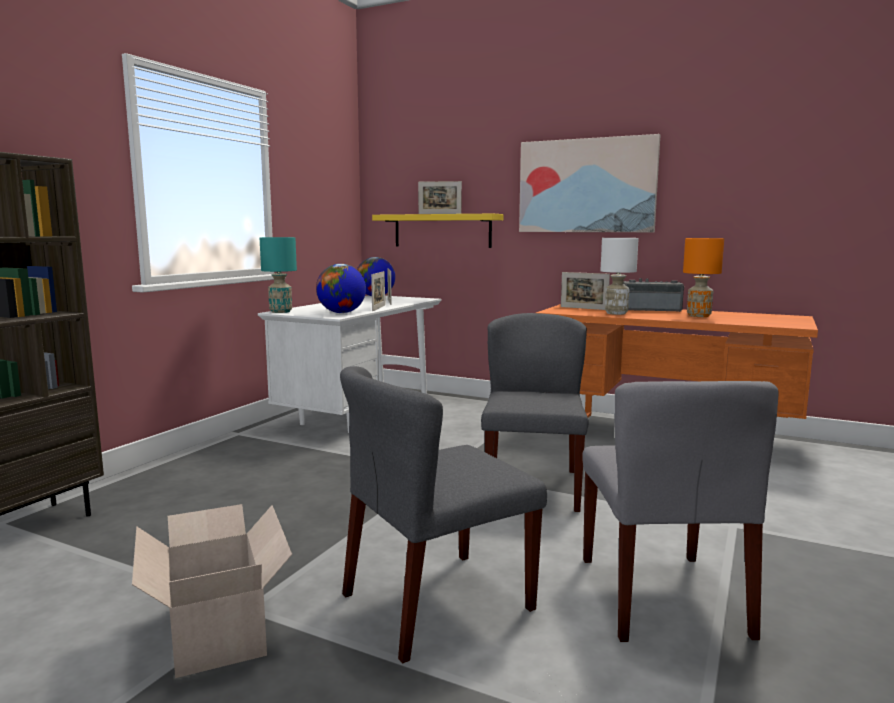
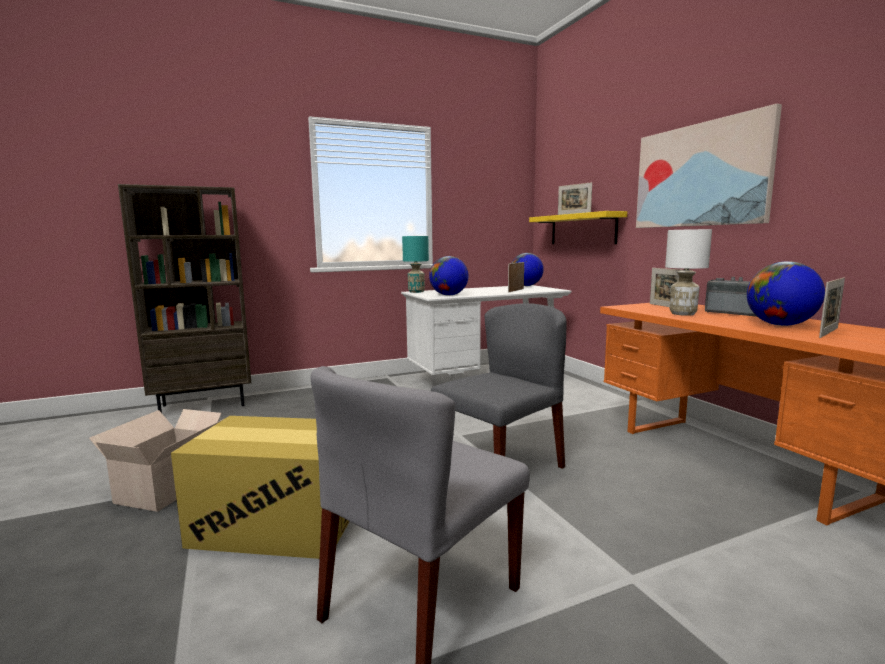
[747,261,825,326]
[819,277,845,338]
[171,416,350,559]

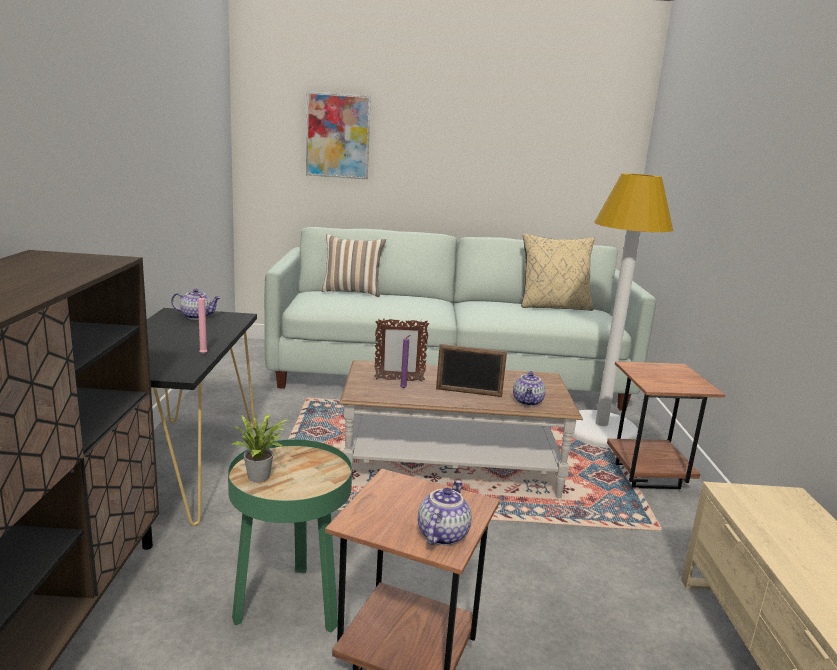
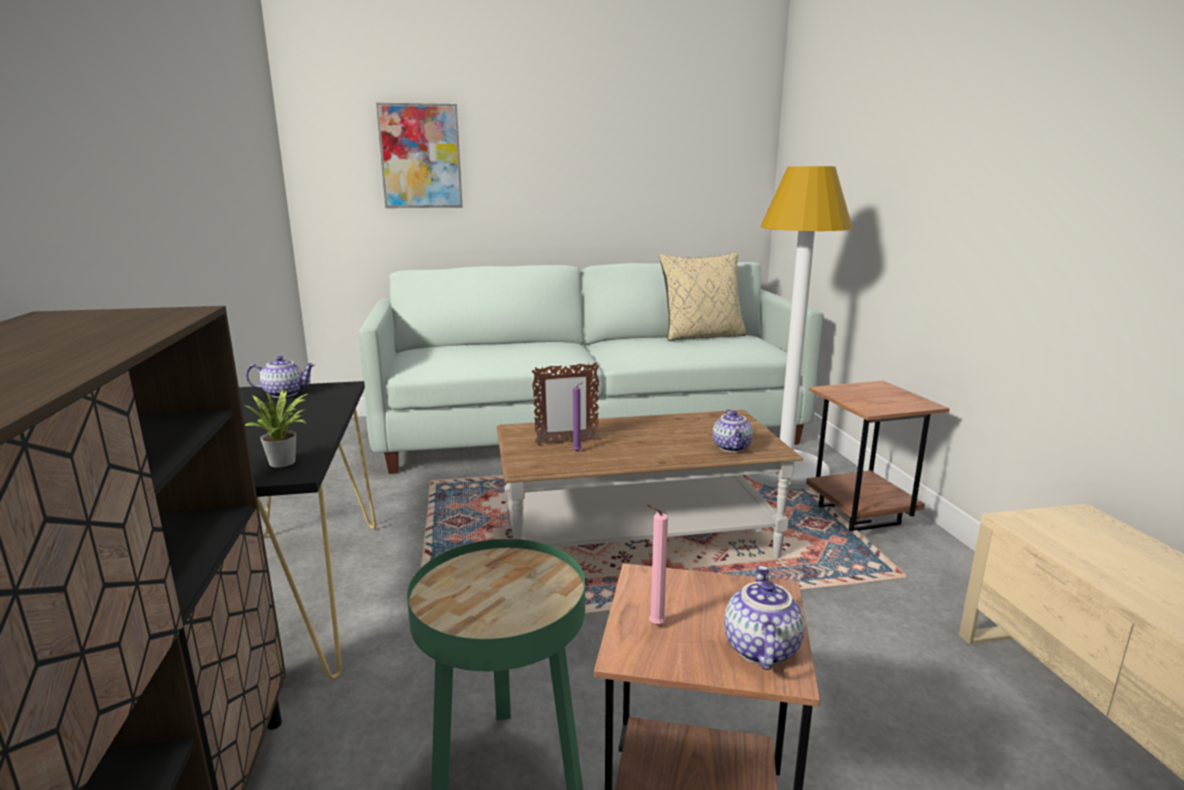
[322,234,386,297] (first image)
[647,505,668,625]
[436,344,507,397] (first image)
[245,390,309,468]

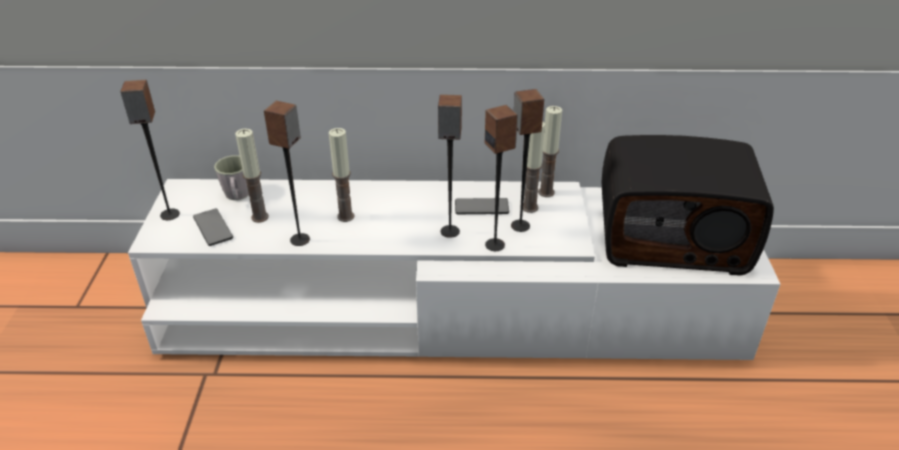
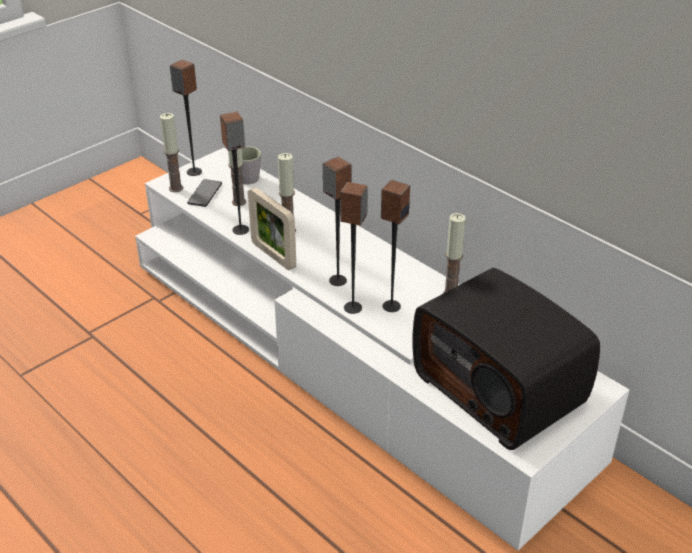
[160,113,183,192]
[455,198,509,214] (first image)
[248,187,296,270]

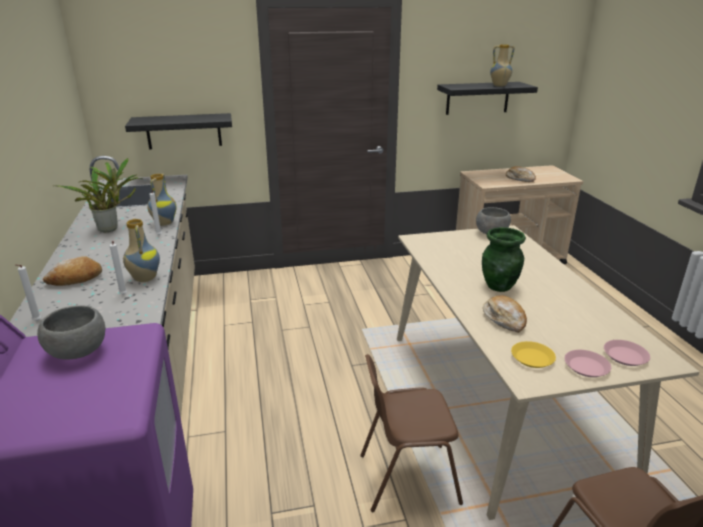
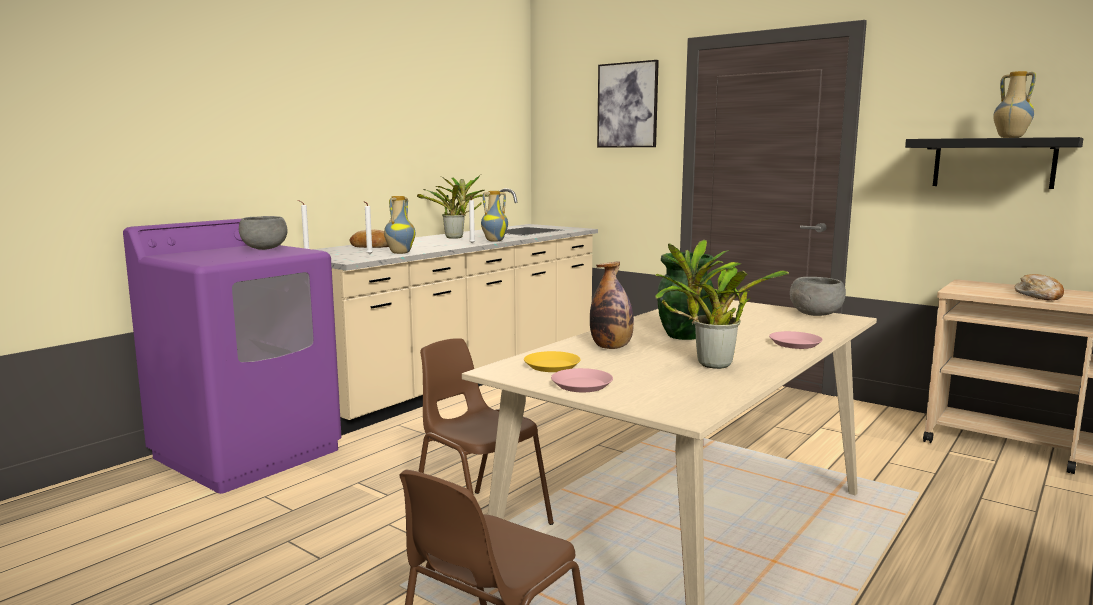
[125,113,232,149] (first image)
[590,261,634,349]
[769,331,823,349]
[597,60,659,148]
[655,240,789,369]

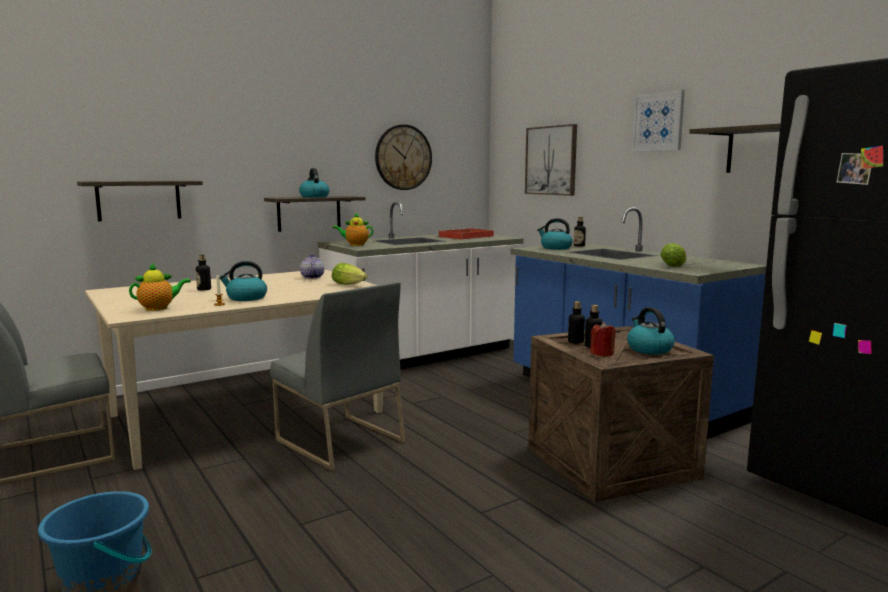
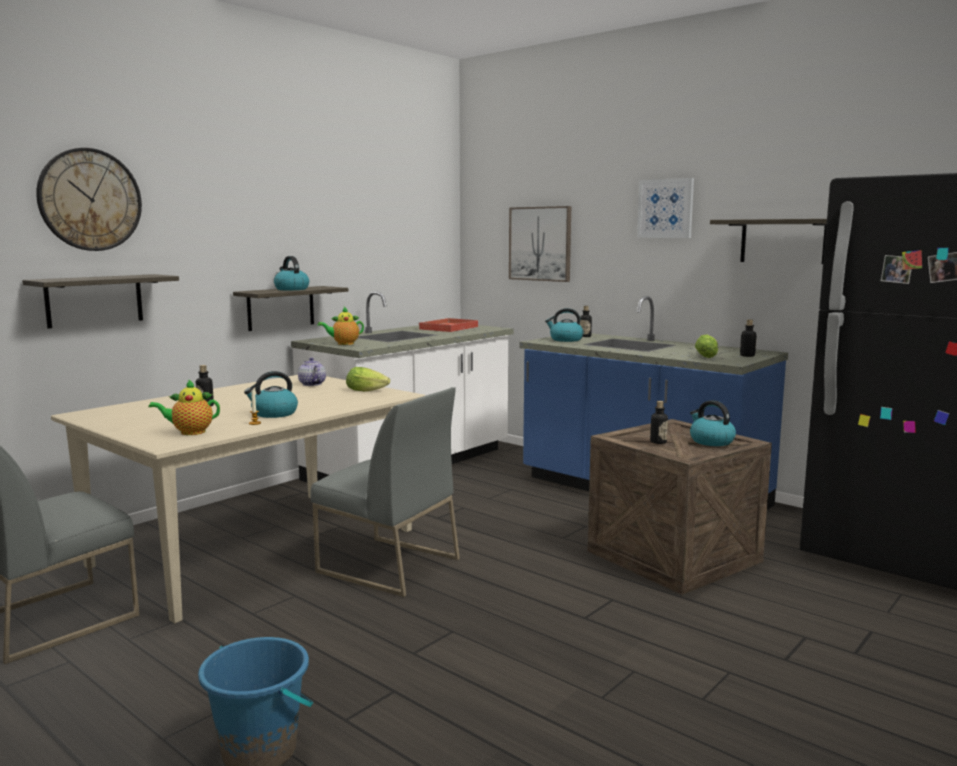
[36,148,142,251]
[149,379,220,435]
[740,319,757,357]
[590,322,616,357] (first image)

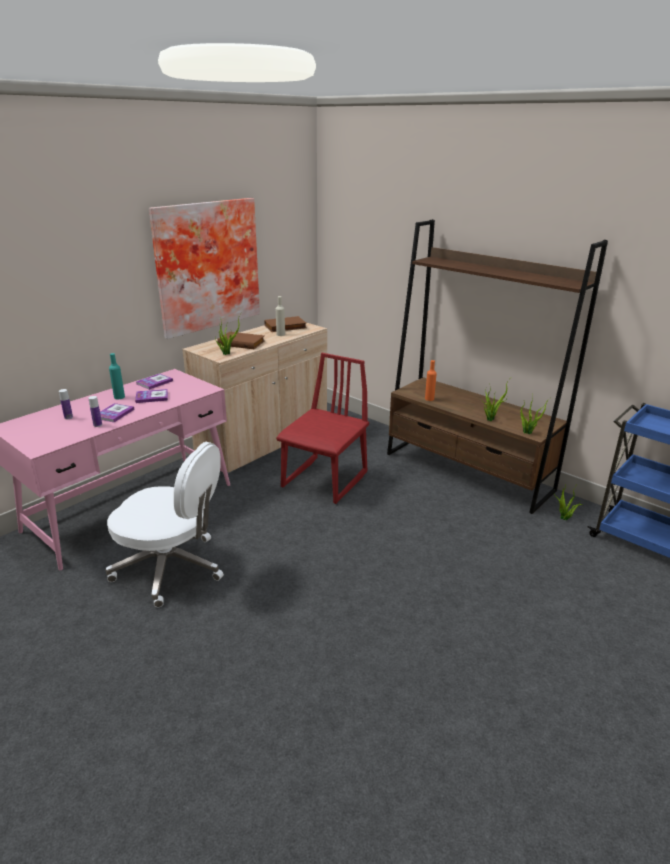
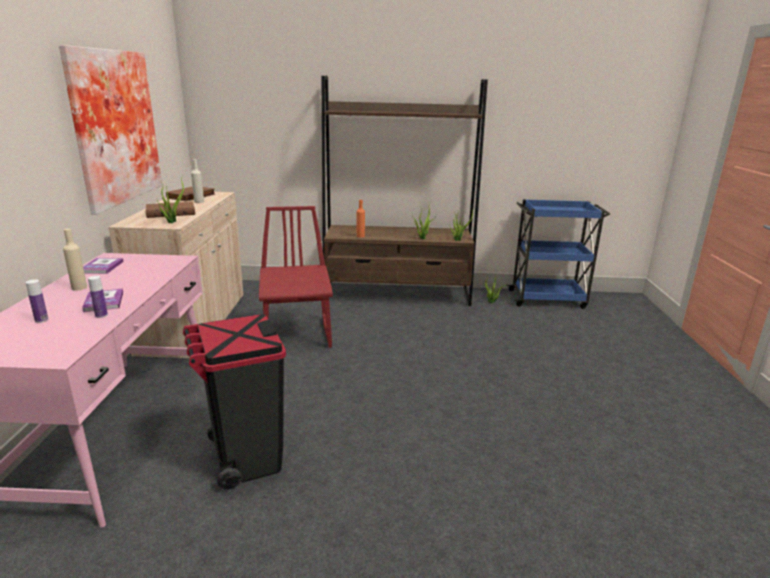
[63,229,87,291]
[135,389,168,403] (first image)
[183,314,286,490]

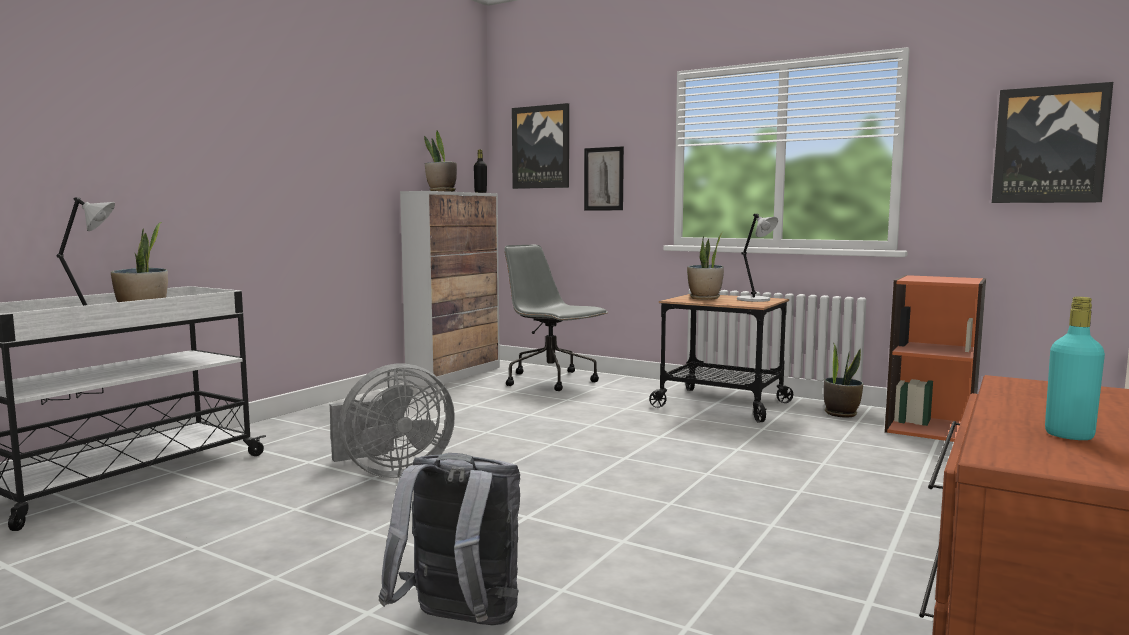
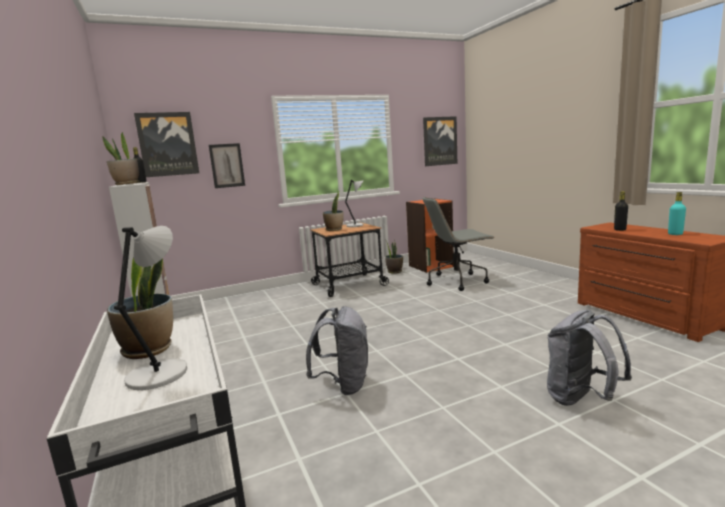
[423,197,495,291]
[306,306,368,395]
[614,191,628,231]

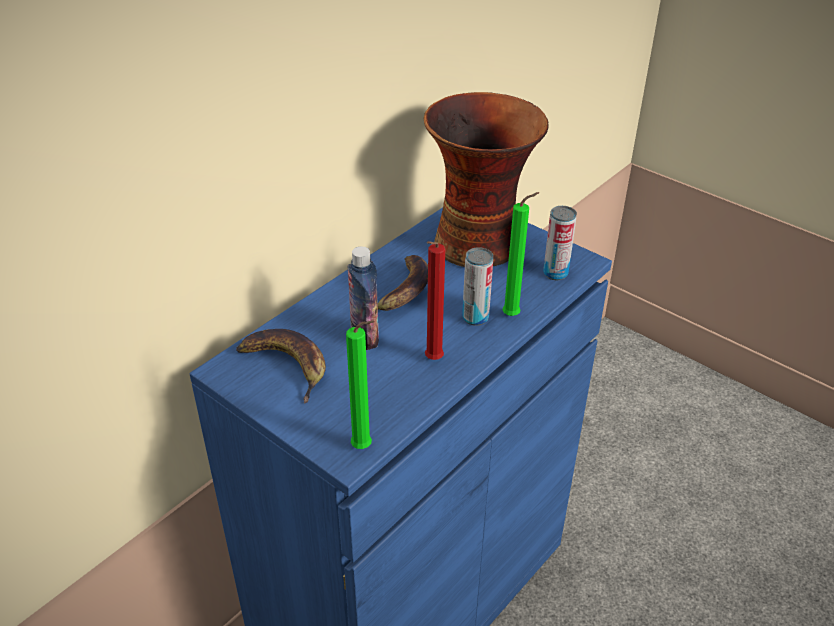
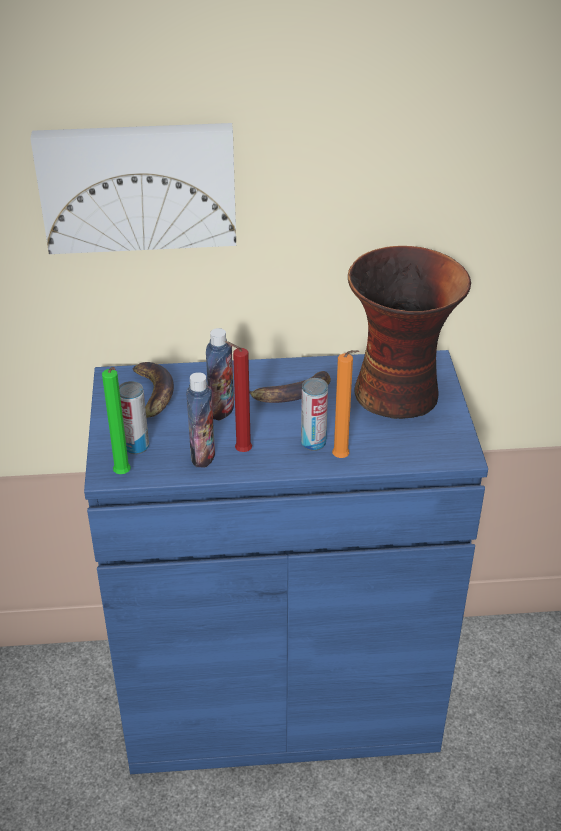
[332,350,359,458]
[119,381,149,454]
[30,123,236,254]
[186,372,215,468]

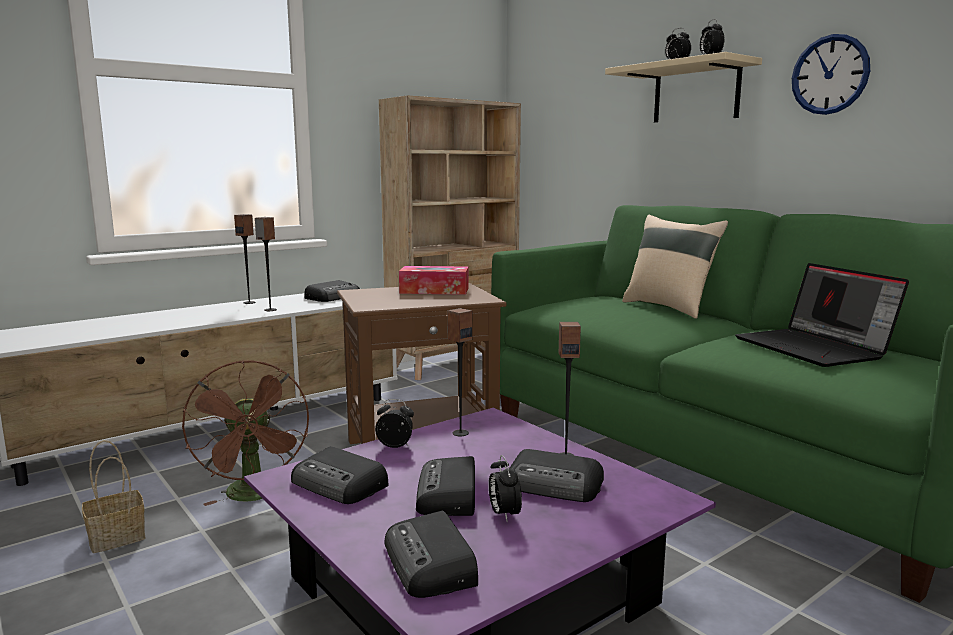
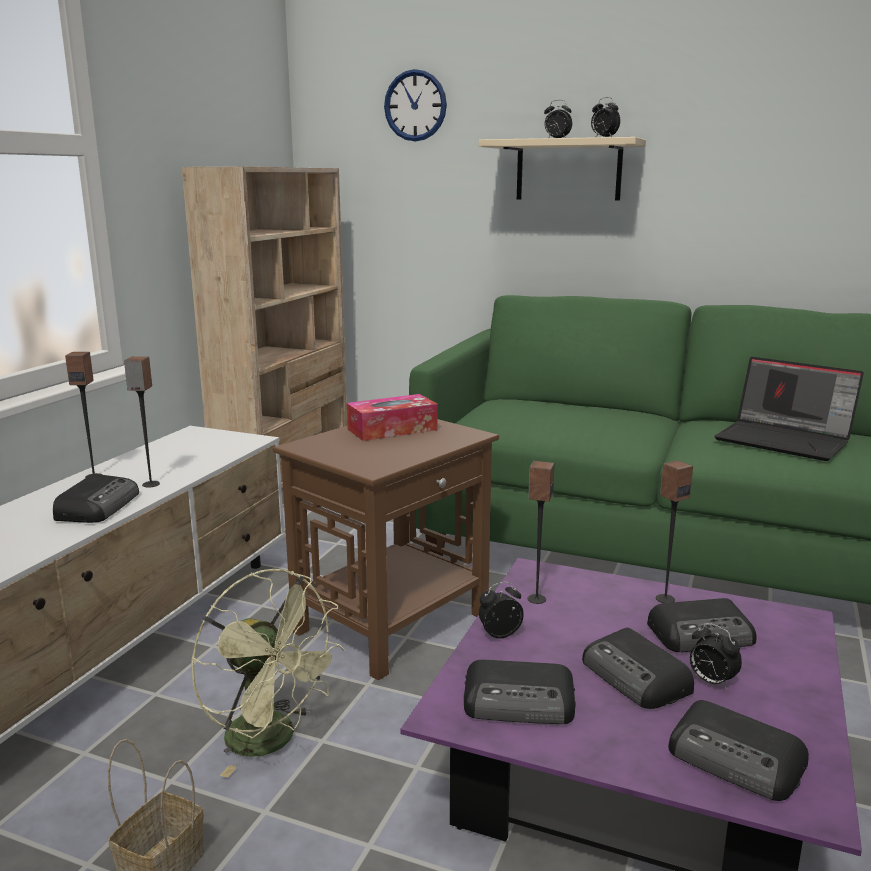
[384,69,447,141]
[622,215,728,319] (first image)
[53,474,139,523]
[191,569,345,778]

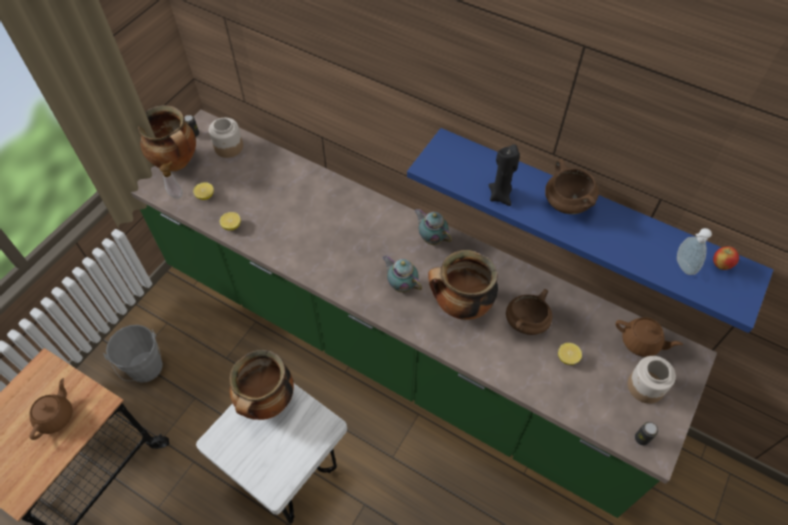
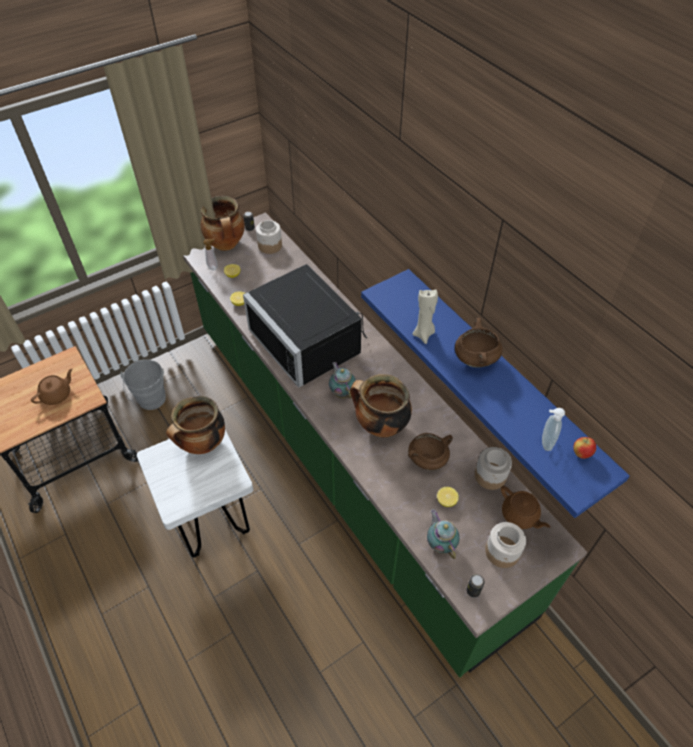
[412,289,438,344]
[427,509,460,559]
[243,264,367,388]
[475,447,512,490]

